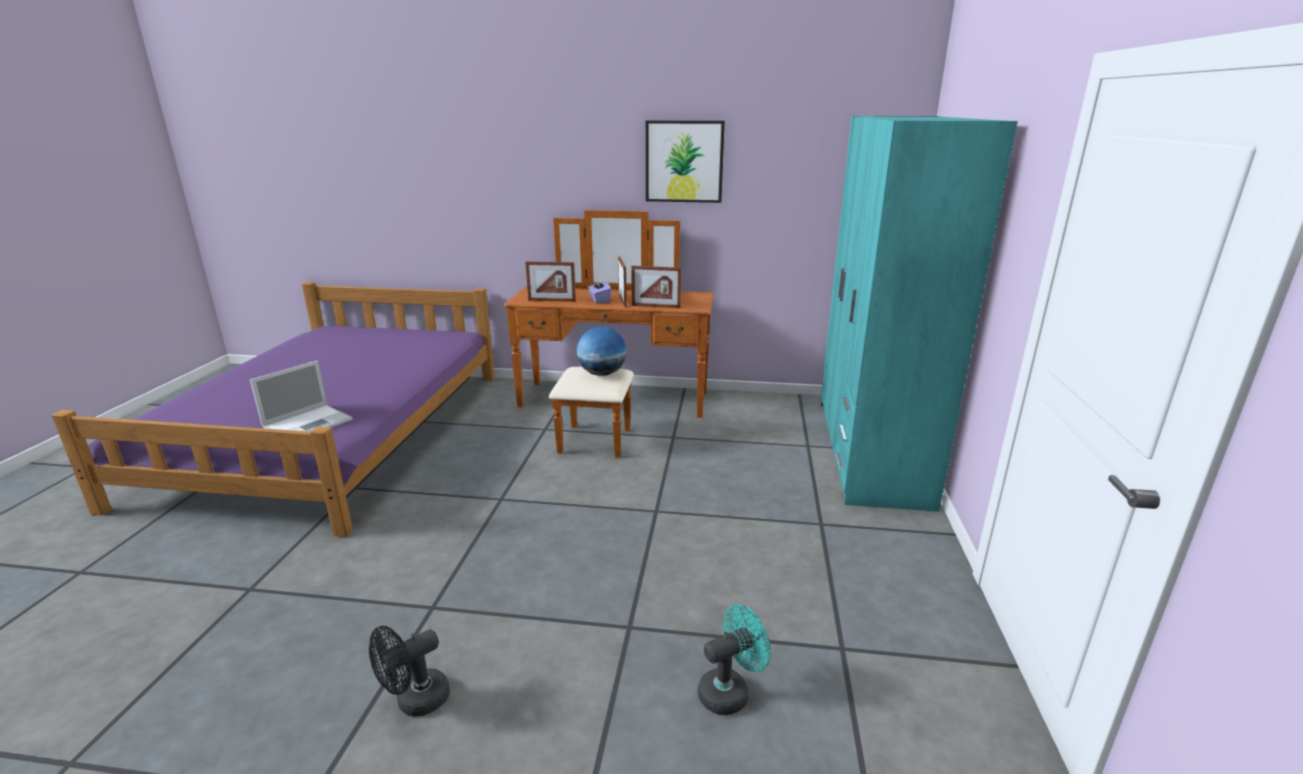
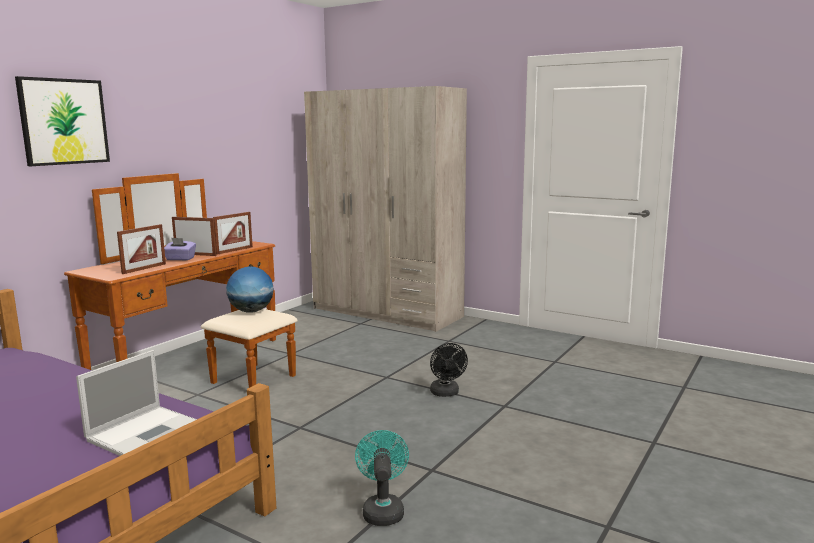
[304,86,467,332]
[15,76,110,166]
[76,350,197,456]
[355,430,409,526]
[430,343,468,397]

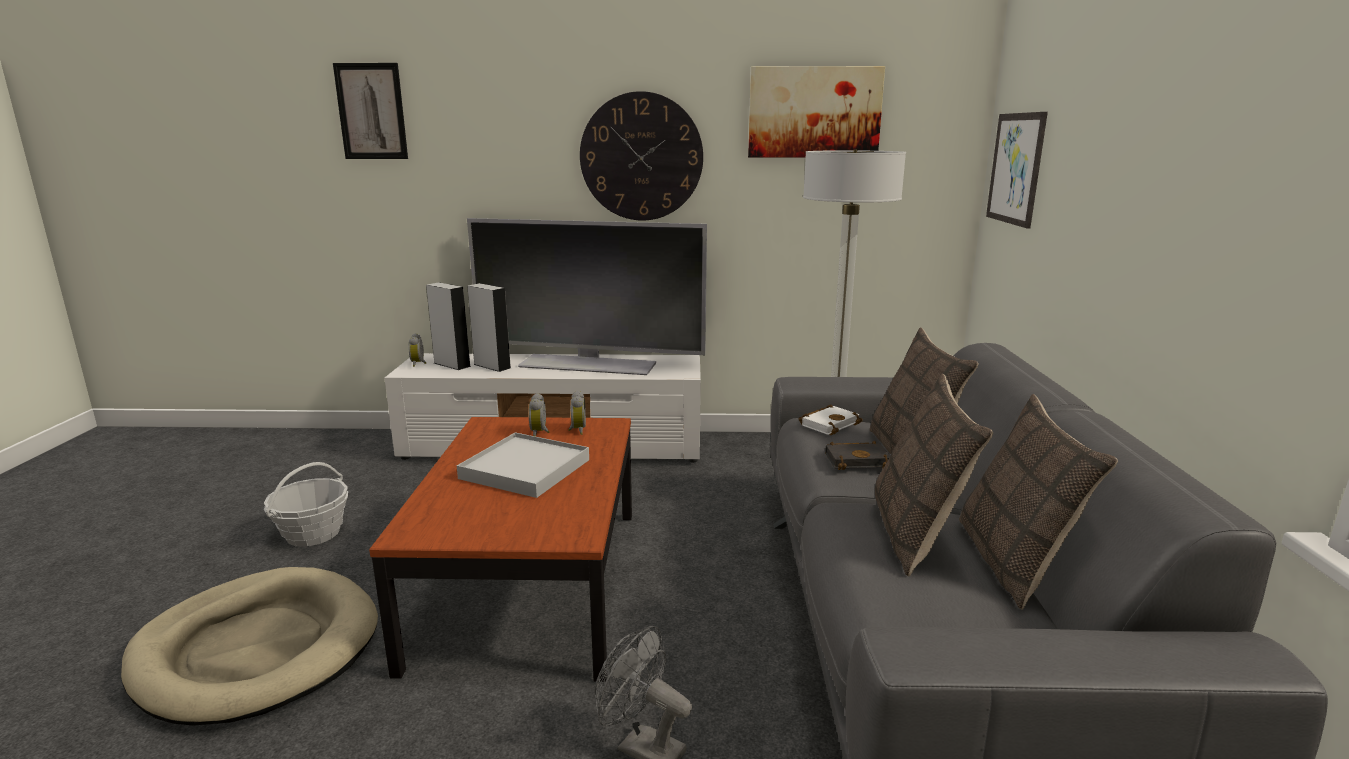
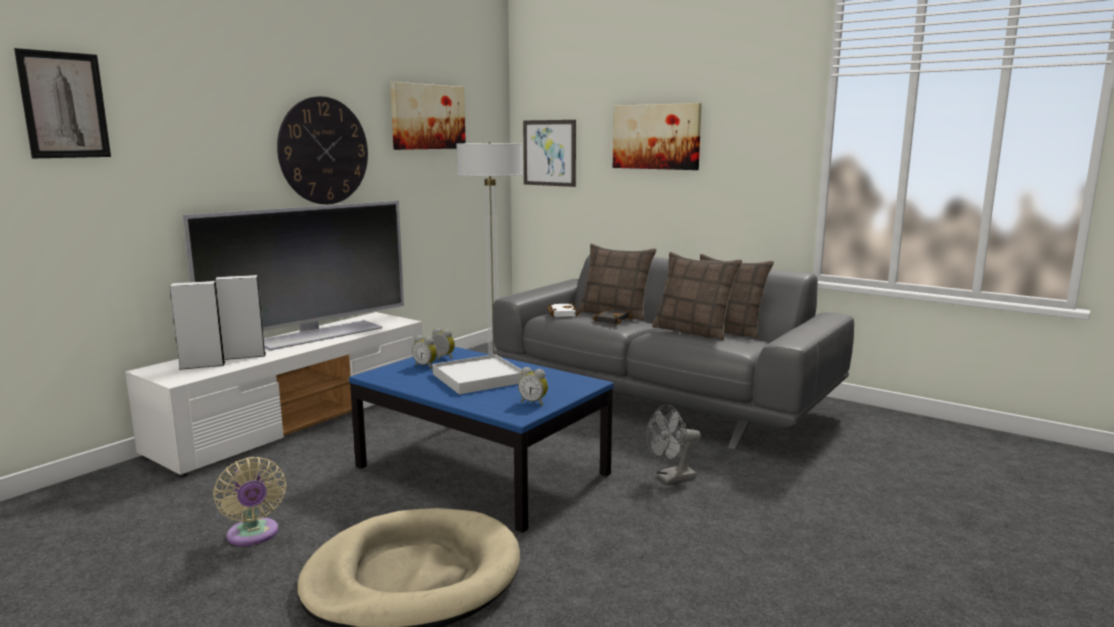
[518,367,548,405]
[349,347,614,533]
[213,457,287,546]
[613,103,702,170]

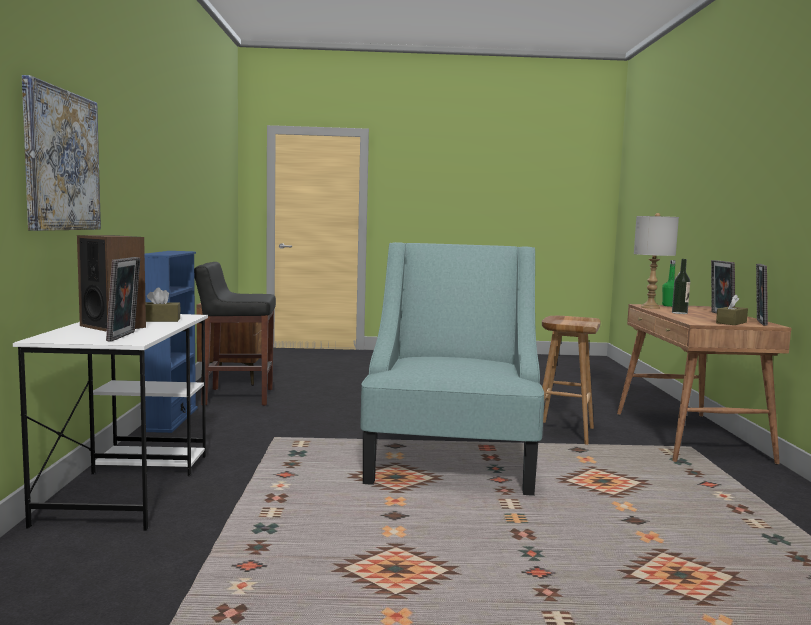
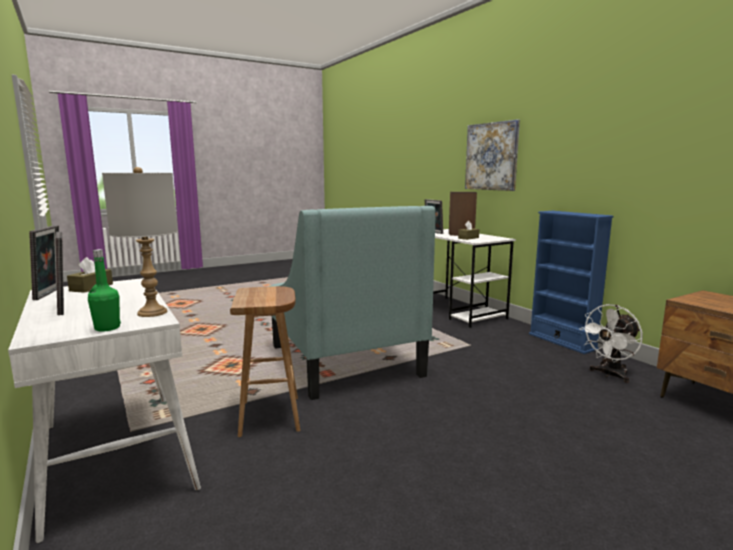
[672,259,690,314] (first image)
[580,304,643,383]
[8,278,201,543]

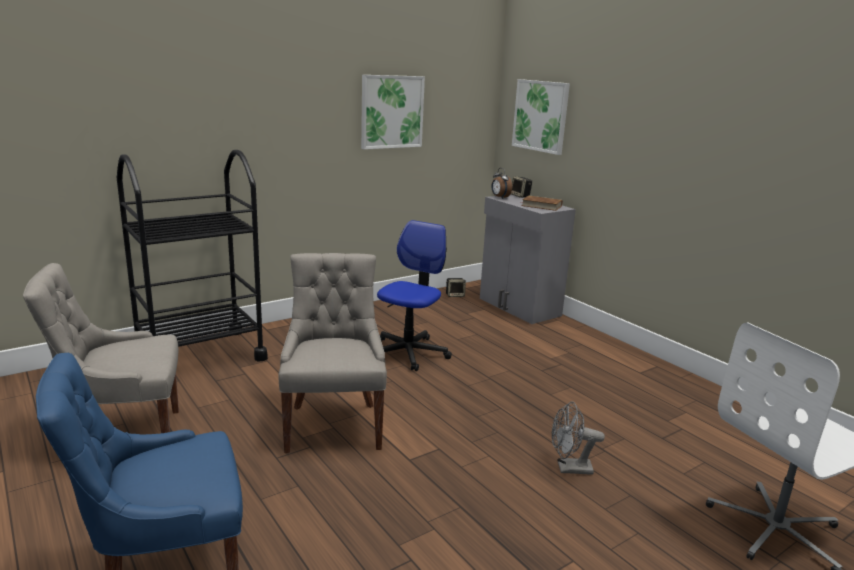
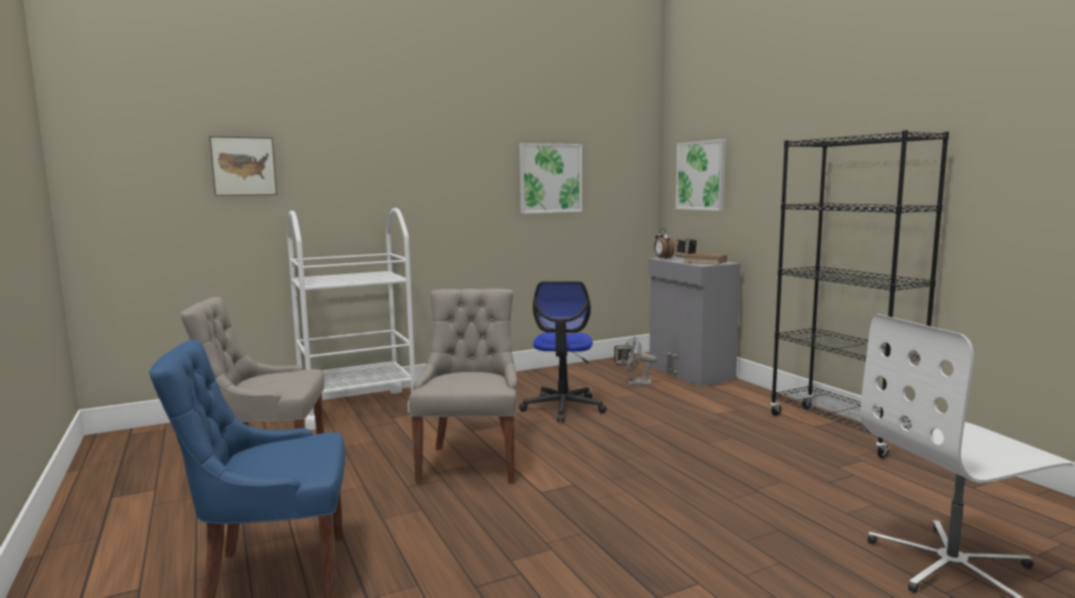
[287,208,415,430]
[519,281,607,422]
[622,337,657,386]
[770,130,949,458]
[209,136,277,196]

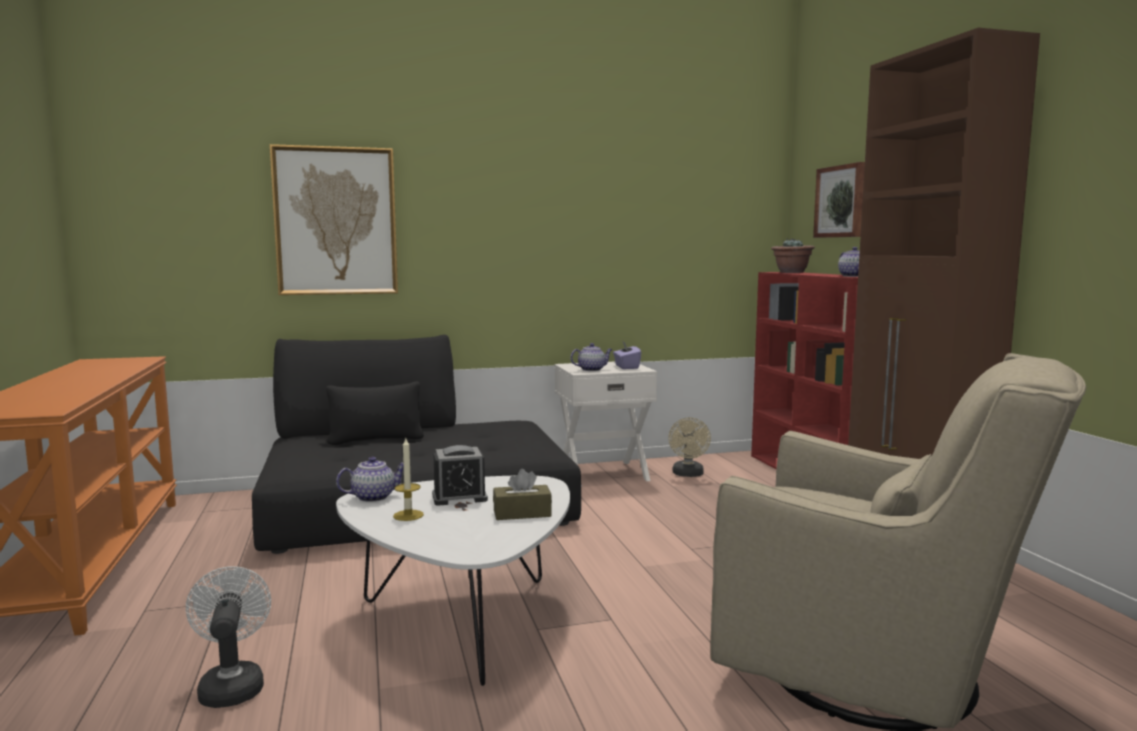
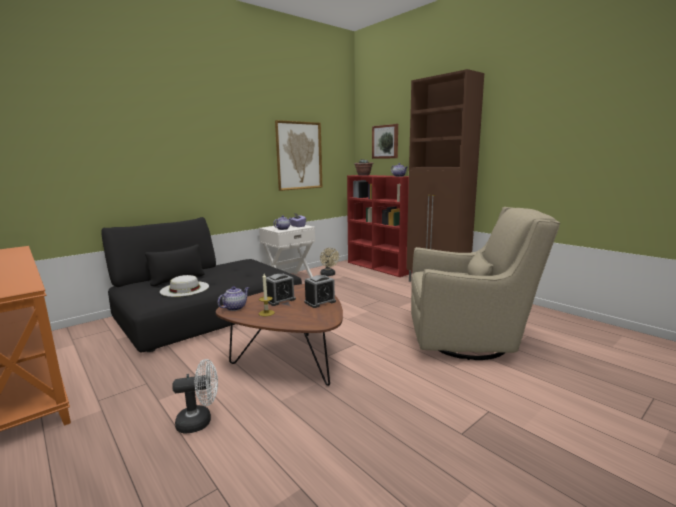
[275,120,322,191]
[304,275,336,308]
[216,284,343,386]
[172,359,218,434]
[160,275,209,297]

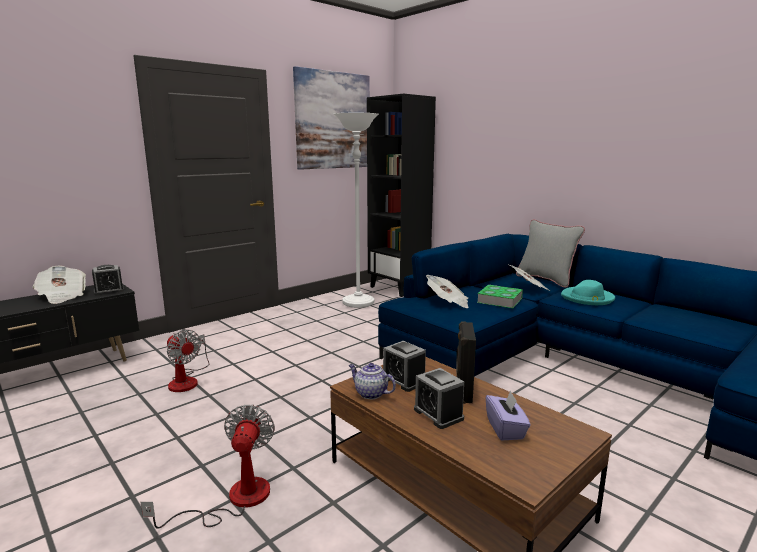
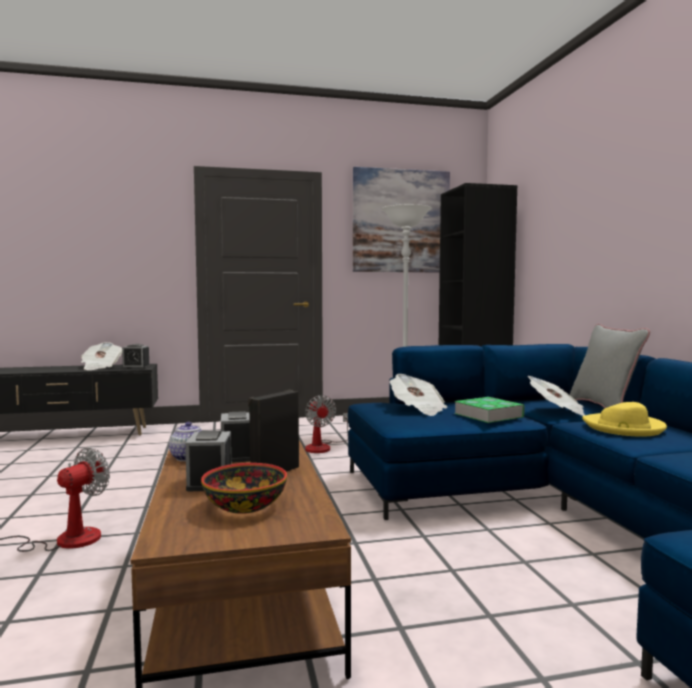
[582,402,667,437]
[305,395,348,453]
[201,463,287,514]

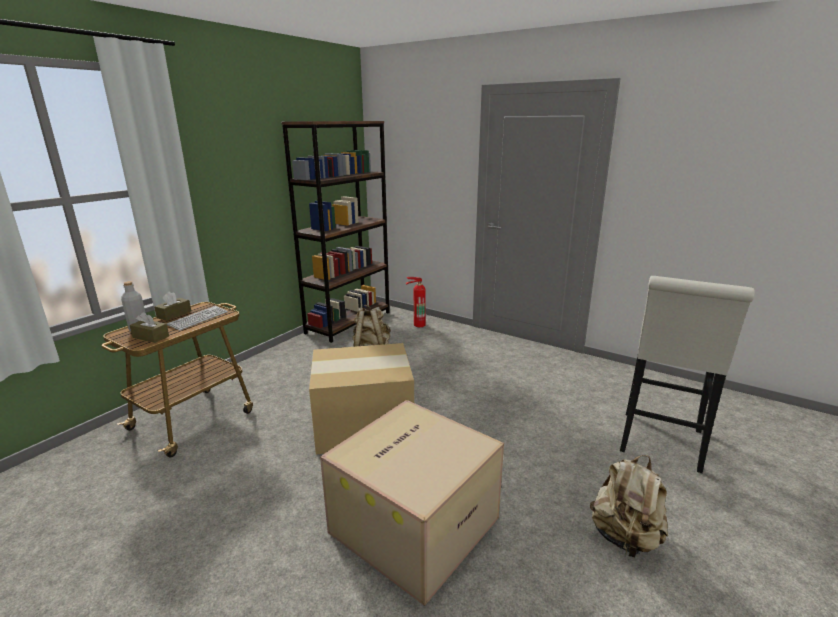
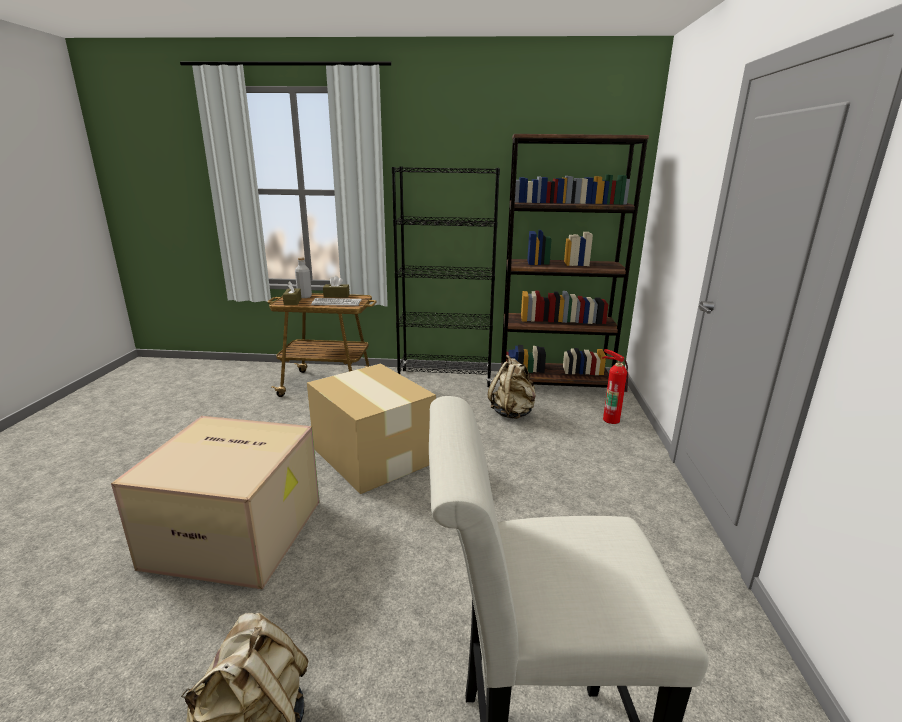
[392,166,500,387]

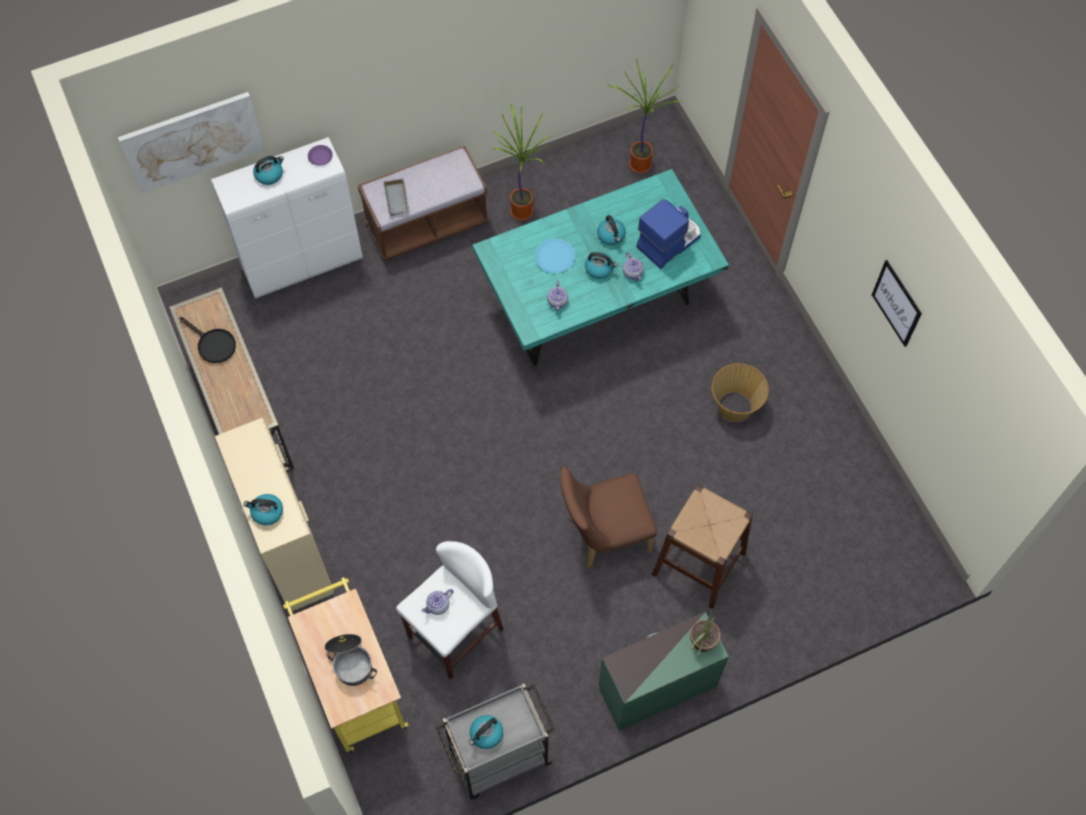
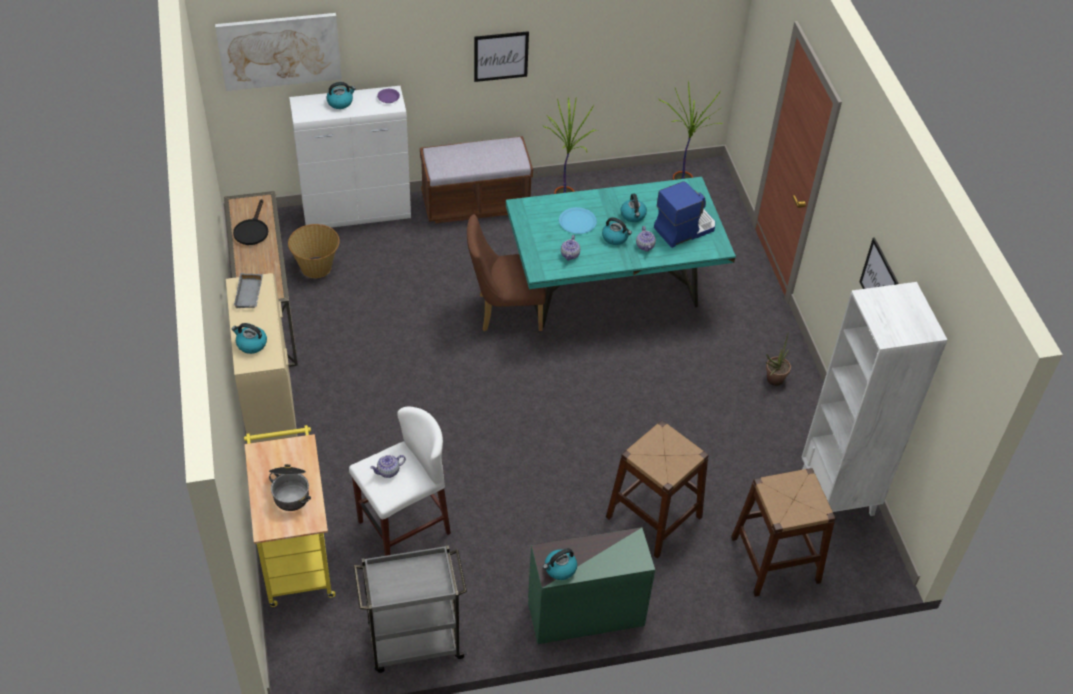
[234,273,263,308]
[233,199,268,245]
[288,224,340,278]
[467,214,546,331]
[766,334,791,386]
[543,548,577,580]
[474,31,529,82]
[802,282,948,516]
[731,468,836,597]

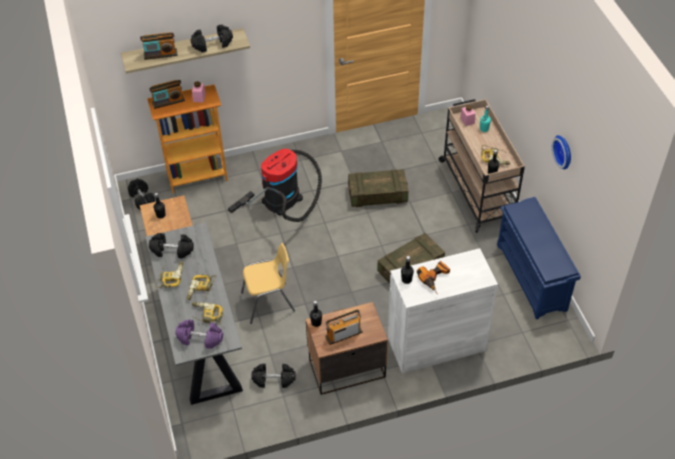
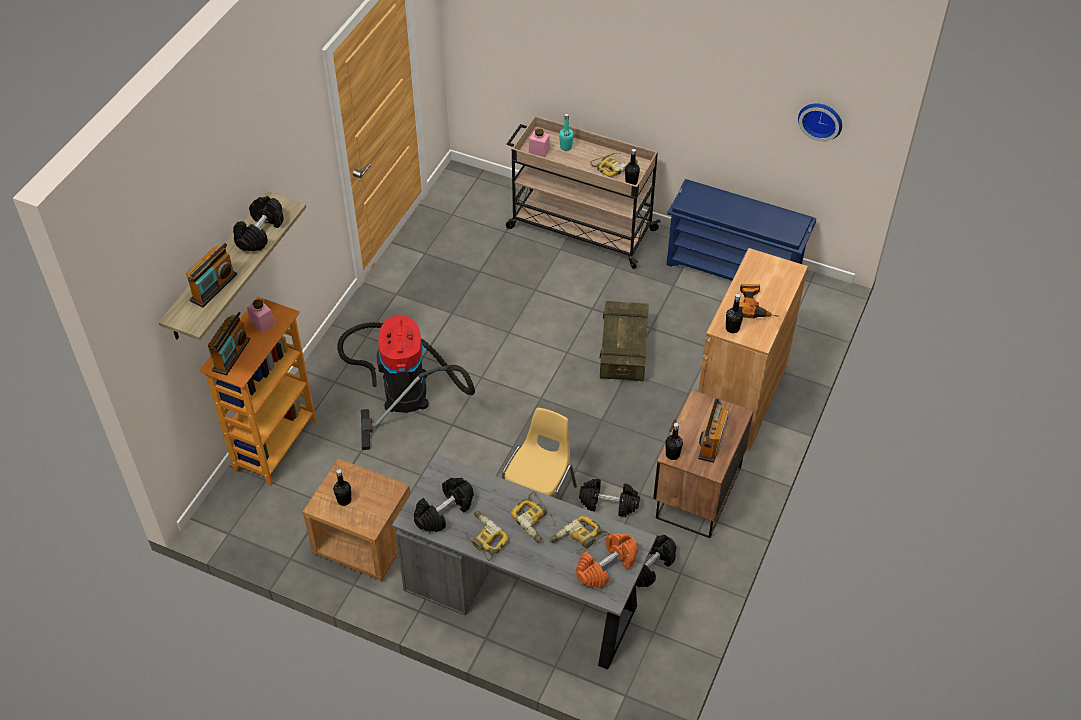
[798,103,842,142]
[348,169,408,207] (first image)
[579,479,640,517]
[698,248,808,451]
[576,533,638,588]

